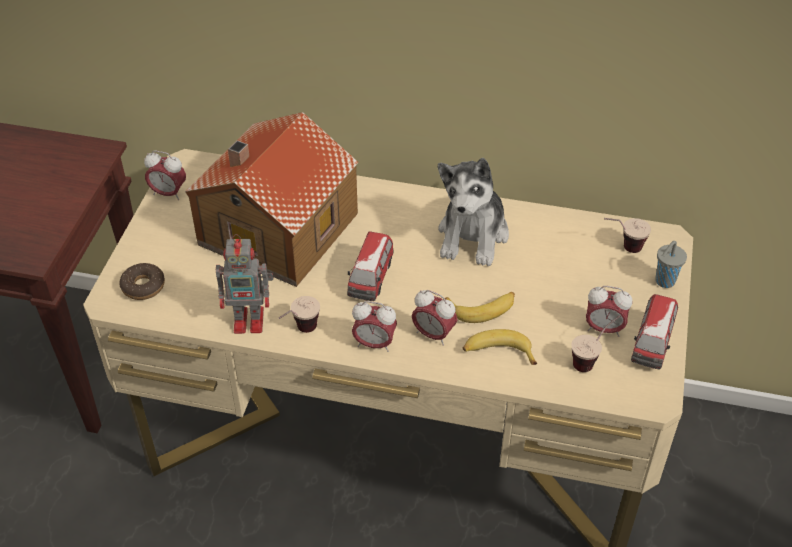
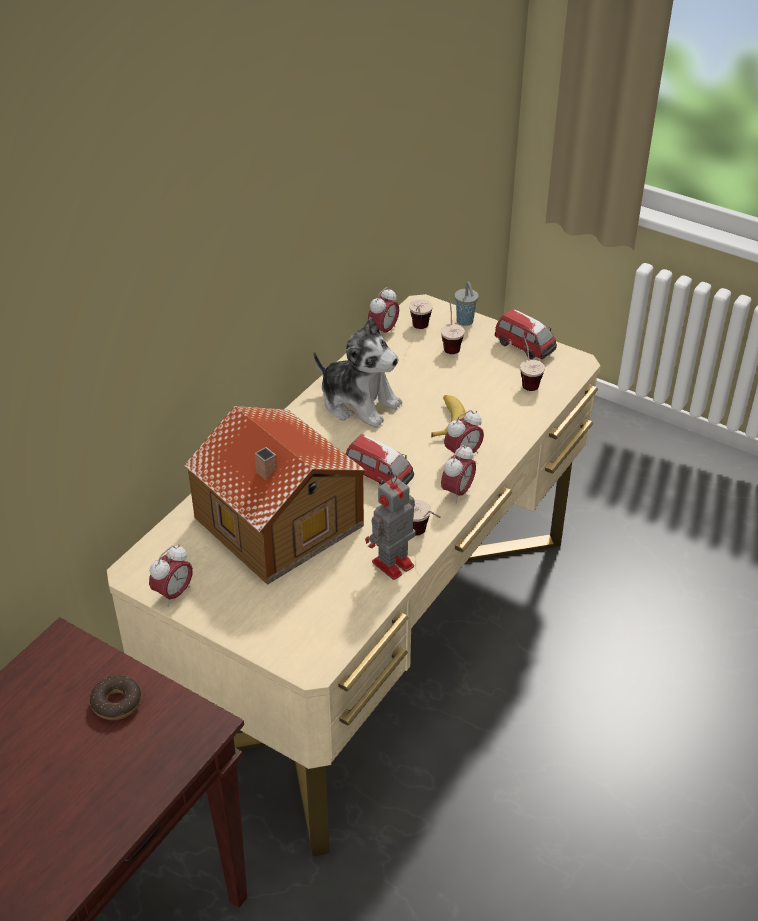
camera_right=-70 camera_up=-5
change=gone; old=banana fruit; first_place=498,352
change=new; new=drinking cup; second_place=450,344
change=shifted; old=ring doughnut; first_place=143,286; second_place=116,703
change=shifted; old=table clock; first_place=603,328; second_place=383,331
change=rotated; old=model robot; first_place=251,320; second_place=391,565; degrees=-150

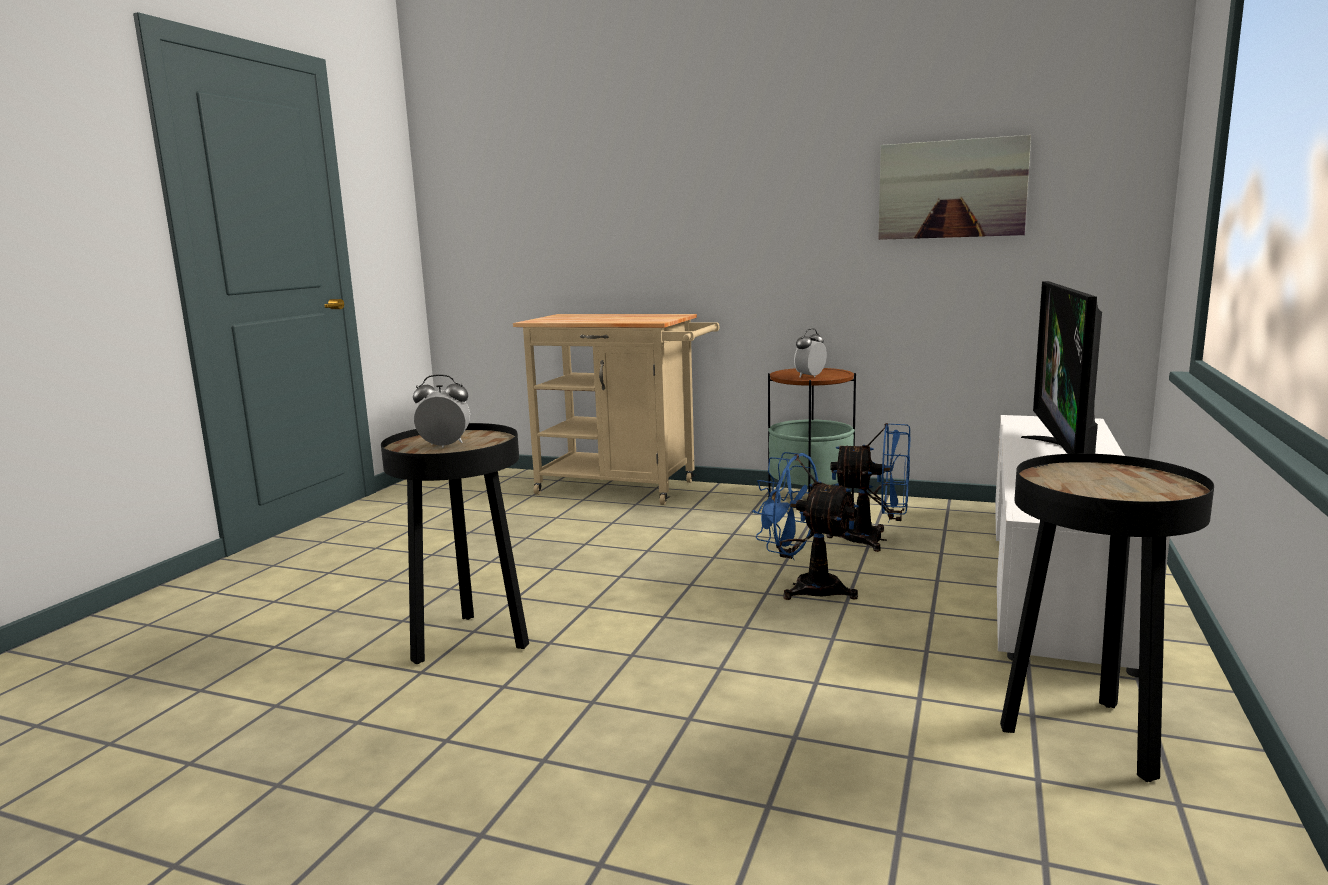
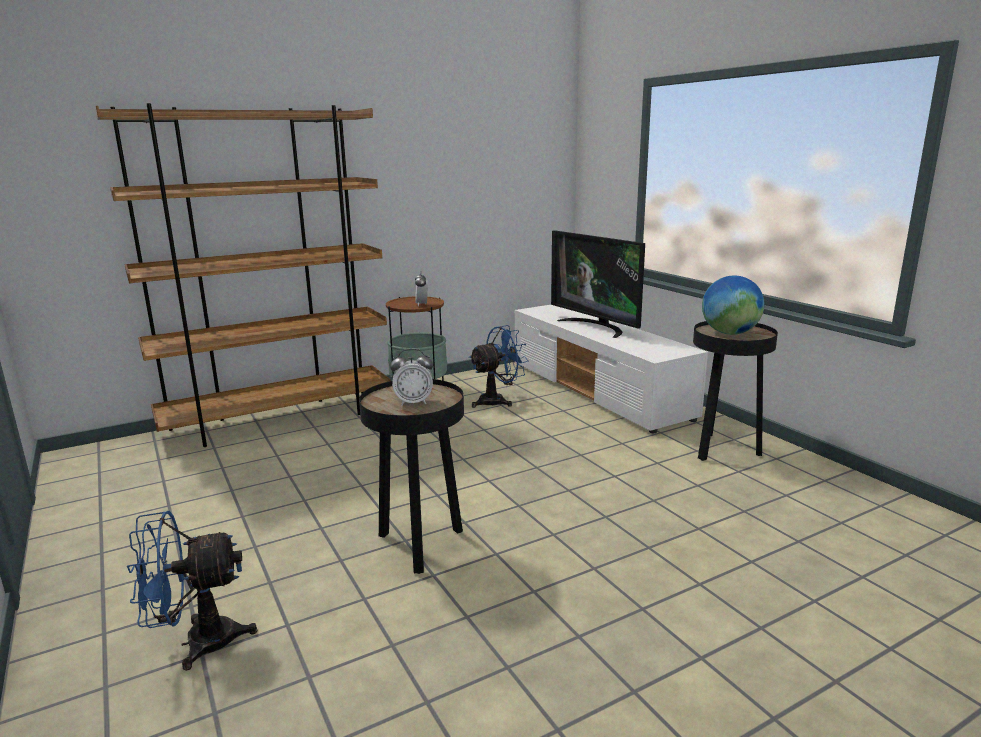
camera_right=-50 camera_up=5
change=gone; old=picture; first_place=951,189
change=new; new=globe; second_place=730,333
change=shifted; old=electric fan (blue); first_place=805,587; second_place=197,642
change=swapped; old=cart (beige); new=bookcase (brown); first_place=625,488; second_place=279,419
change=rotated; old=table clock; first_place=445,445; second_place=413,402; degrees=-135

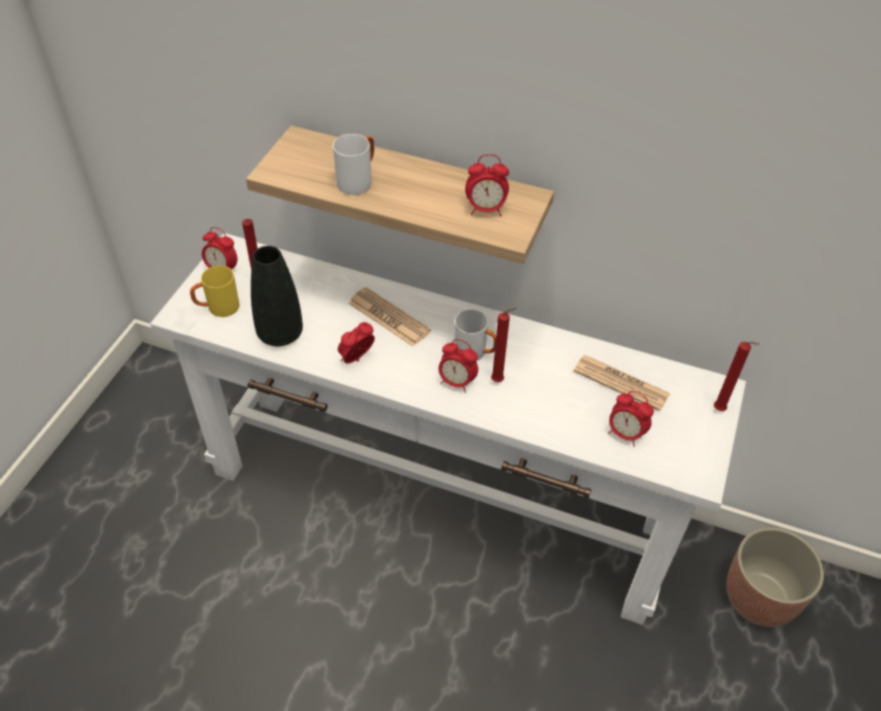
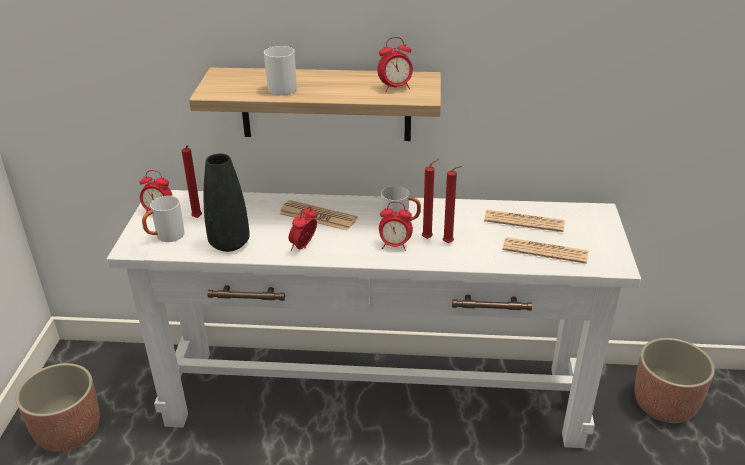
camera_right=-15 camera_up=-15
change=new; new=plant pot; second_place=69,431
change=shifted; old=candle (reddish); first_place=720,410; second_place=449,243
change=swapped; old=table clock; new=daily paper; first_place=625,434; second_place=545,251
change=repainted; old=coffee mug (yellow-coloured); new=coffee mug (white); first_place=217,308; second_place=165,237

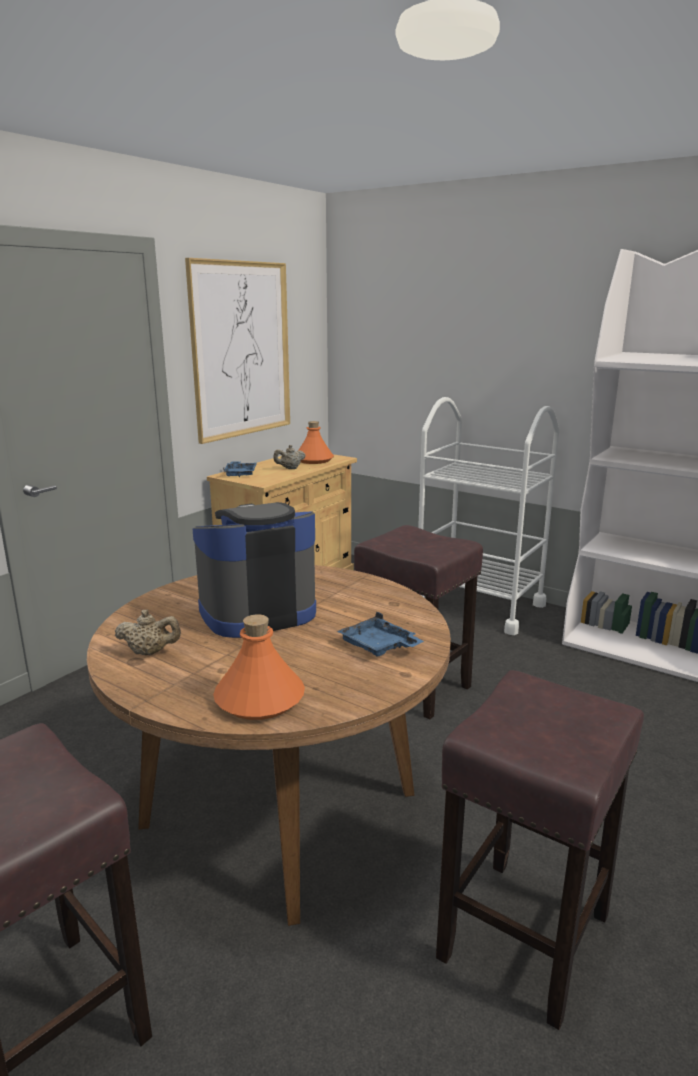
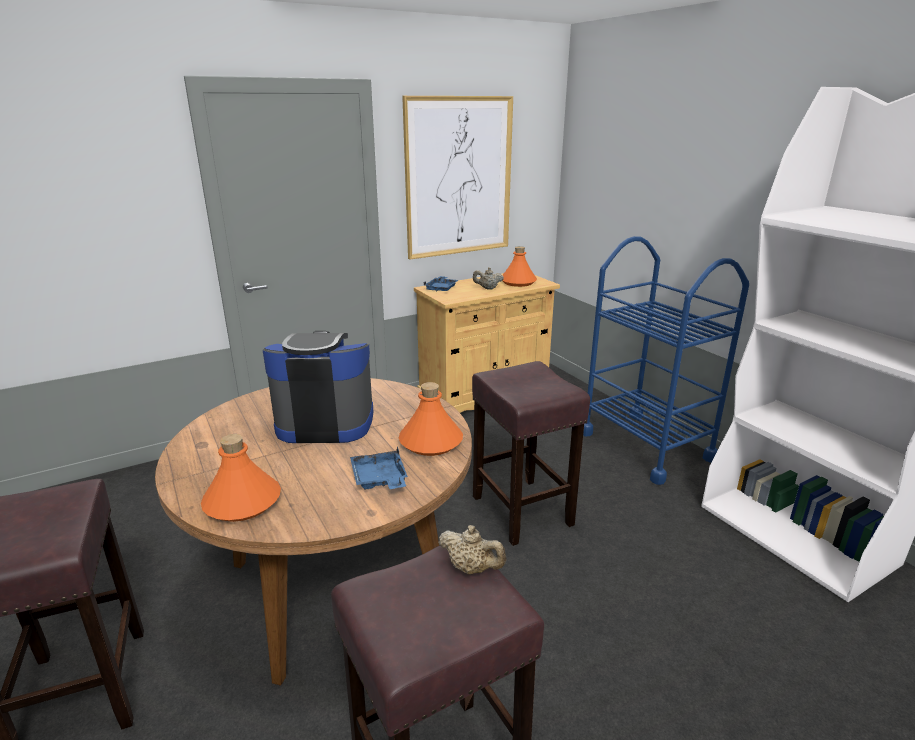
camera_right=25 camera_up=5
change=new; new=beverage bottle (orange); second_place=431,442
change=shifted; old=tea pot (beige); first_place=150,652; second_place=472,568
change=repainted; old=cart (white); new=cart (blue); first_place=478,605; second_place=645,446

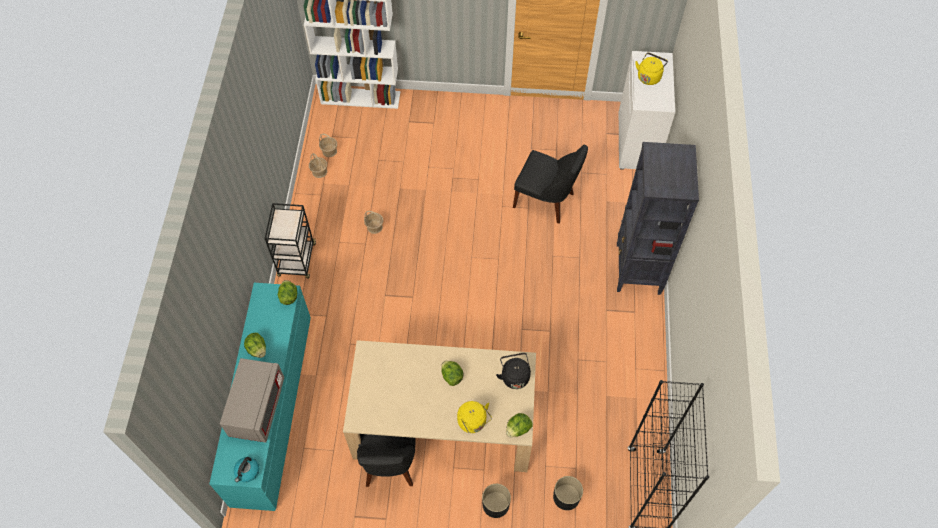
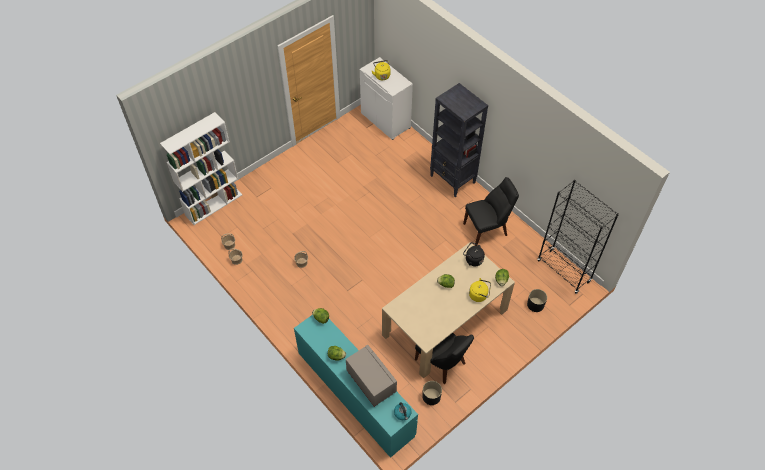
camera_right=-45 camera_up=-5
change=gone; old=cart (black-coloured); first_place=297,260
change=shifted; old=plant pot (black-coloured); first_place=496,504; second_place=431,396
change=shifted; old=chair (black-coloured); first_place=546,201; second_place=487,229

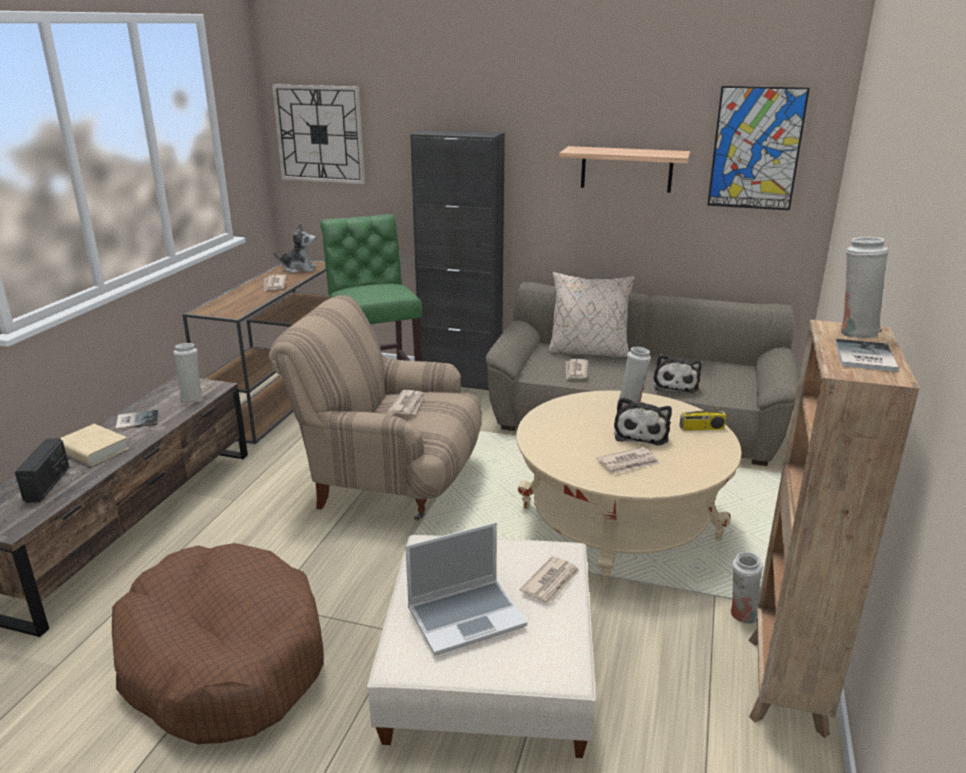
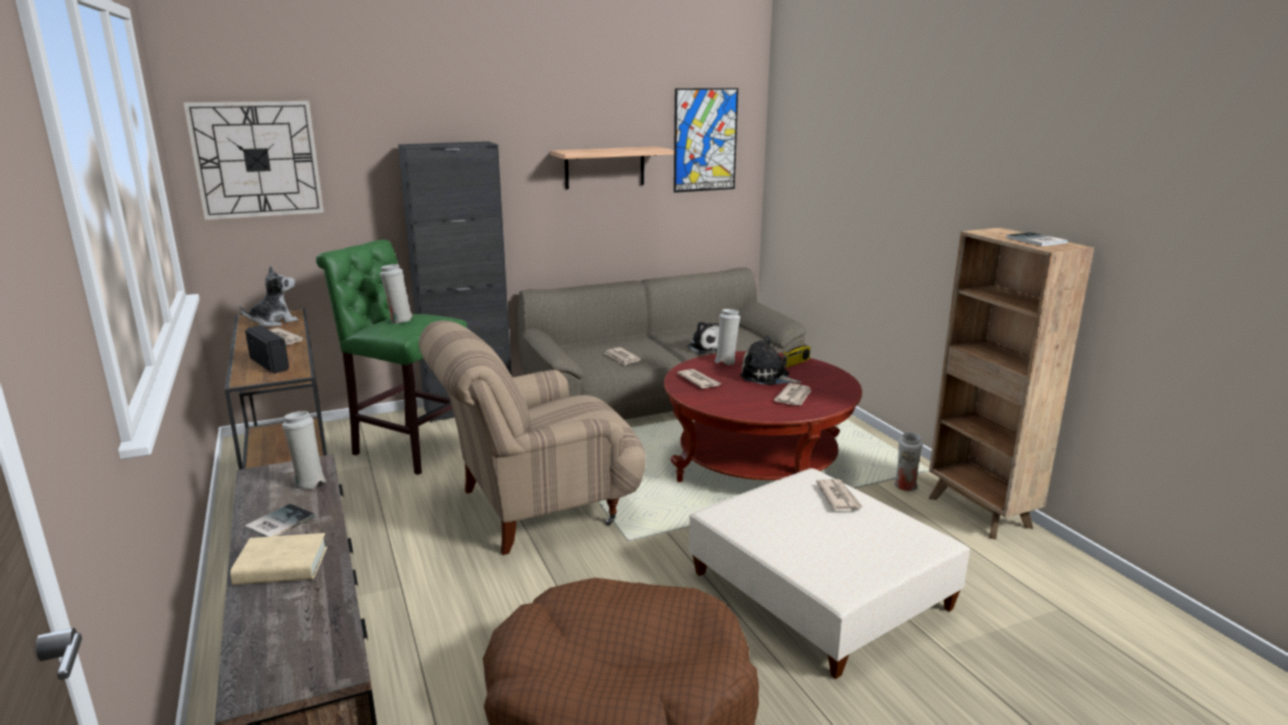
camera_right=-40 camera_up=-5
change=gone; old=notebook computer; first_place=467,616
change=gone; old=cushion (beige); first_place=588,351
change=shifted; old=radio; first_place=48,484; second_place=270,364
change=shifted; old=daily paper; first_place=408,404; second_place=699,381
change=shifted; old=flower vase (white); first_place=855,332; second_place=399,320
change=repainted; old=low table (beige); new=low table (reddish); first_place=619,524; second_place=757,465
change=rotated; old=soft toy; first_place=641,433; second_place=767,377; degrees=150

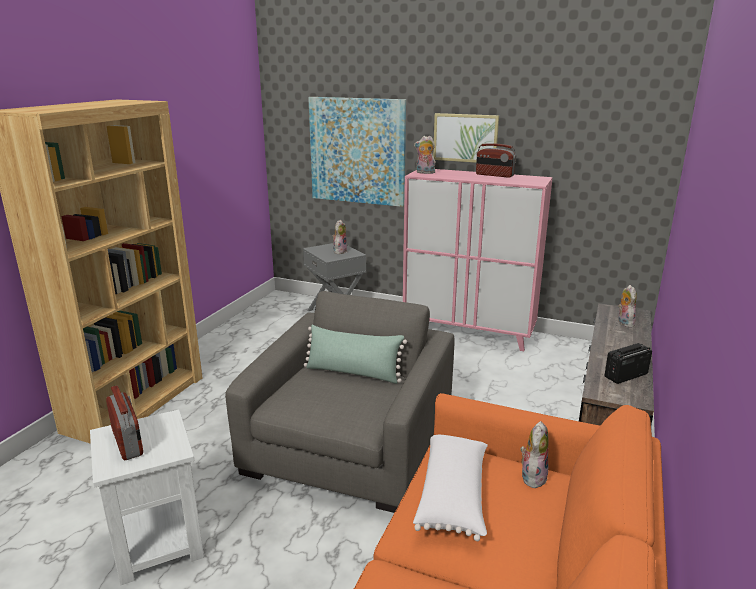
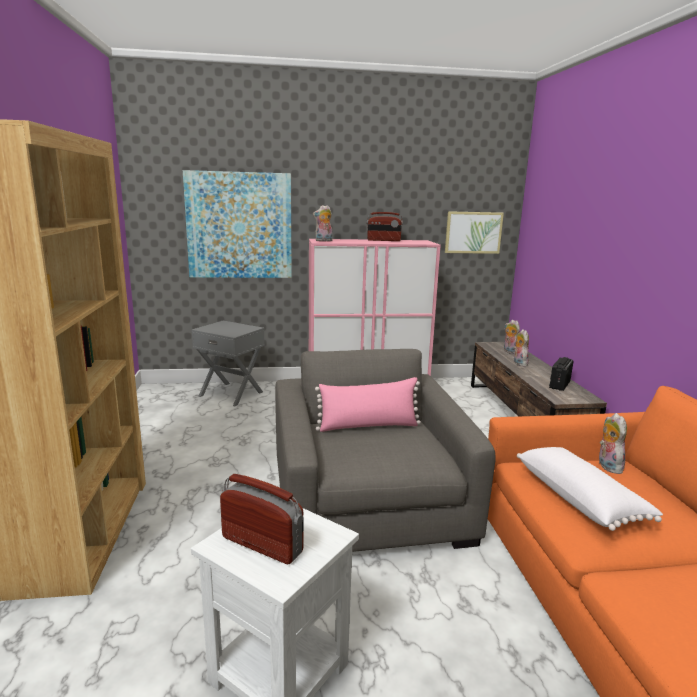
camera_right=-30 camera_up=-5
change=shifted; old=soft toy; first_place=339,251; second_place=518,363
change=shifted; old=picture; first_place=465,138; second_place=473,232
change=repainted; old=cushion (green); new=cushion (pink); first_place=353,373; second_place=368,426

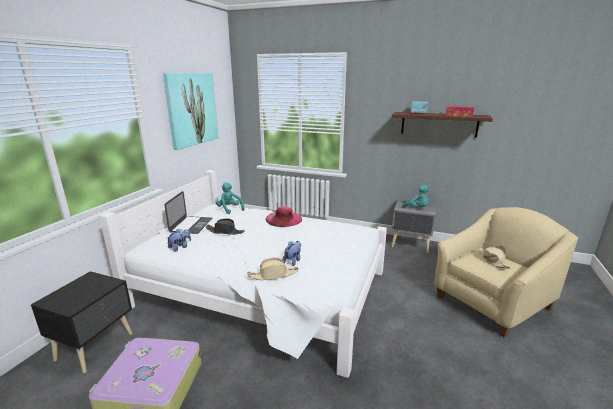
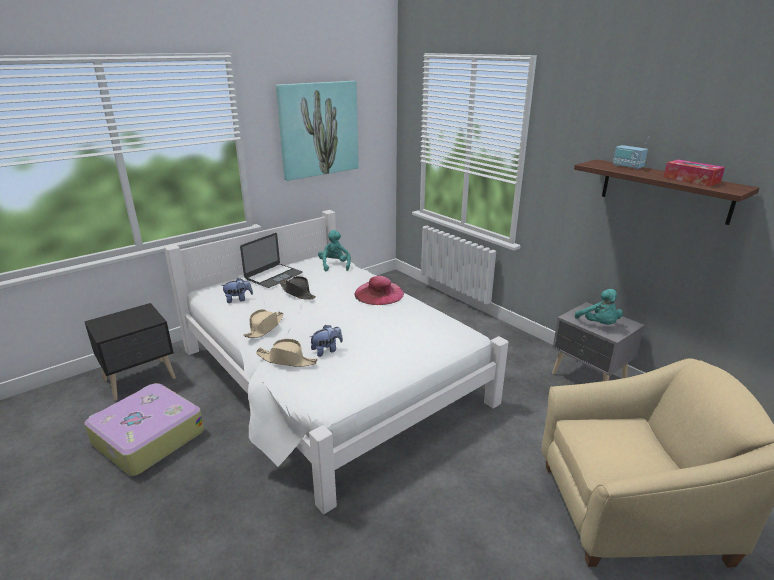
camera_right=30 camera_up=5
change=shifted; old=hat (beige); first_place=492,260; second_place=265,328

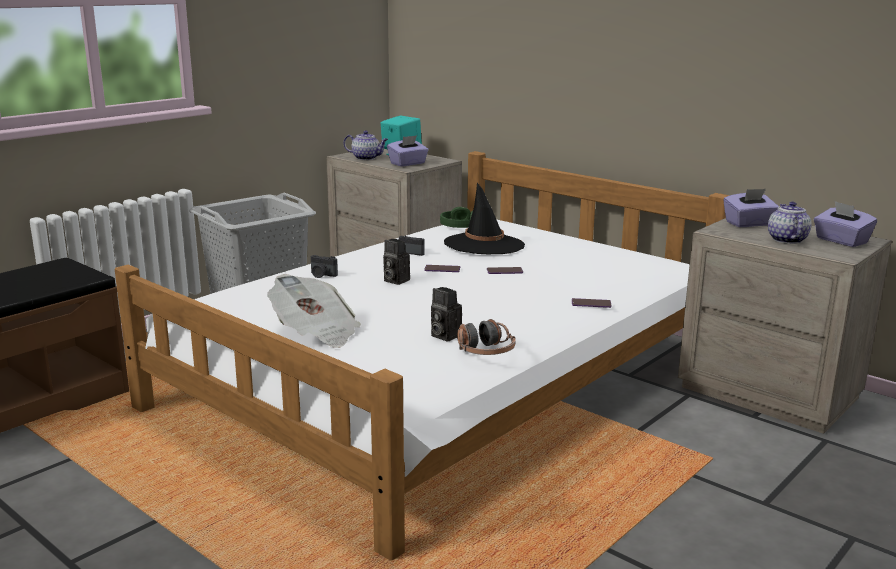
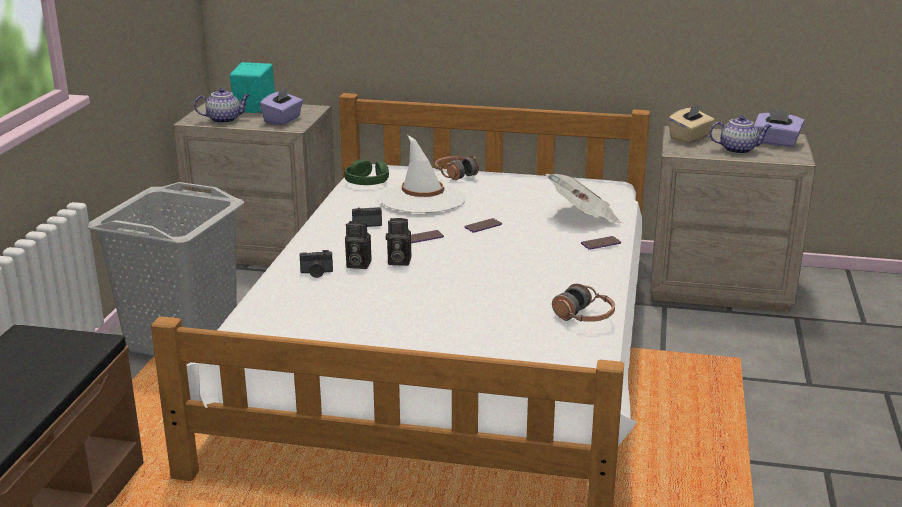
camera_right=-30 camera_up=5
change=new; new=headphones; second_place=456,174
change=shifted; old=daily paper; first_place=316,333; second_place=583,217
change=shifted; old=still camera; first_place=443,335; second_place=357,264
change=repainted; old=hat (black-coloured); new=hat (white); first_place=484,245; second_place=422,199
change=repainted; old=box of tissues (purple); new=box of tissues (beige); first_place=749,224; second_place=690,138
change=rotated; old=tea pot; first_place=786,240; second_place=738,150; degrees=120

